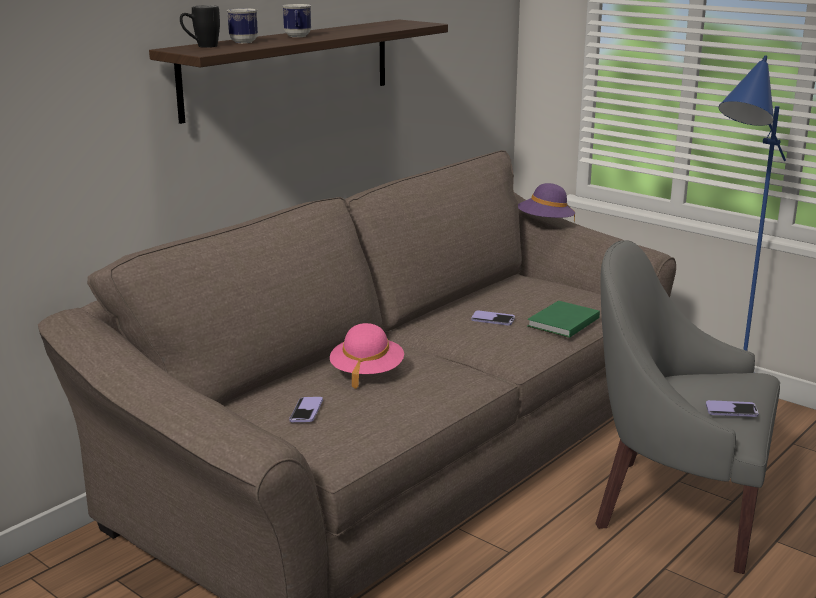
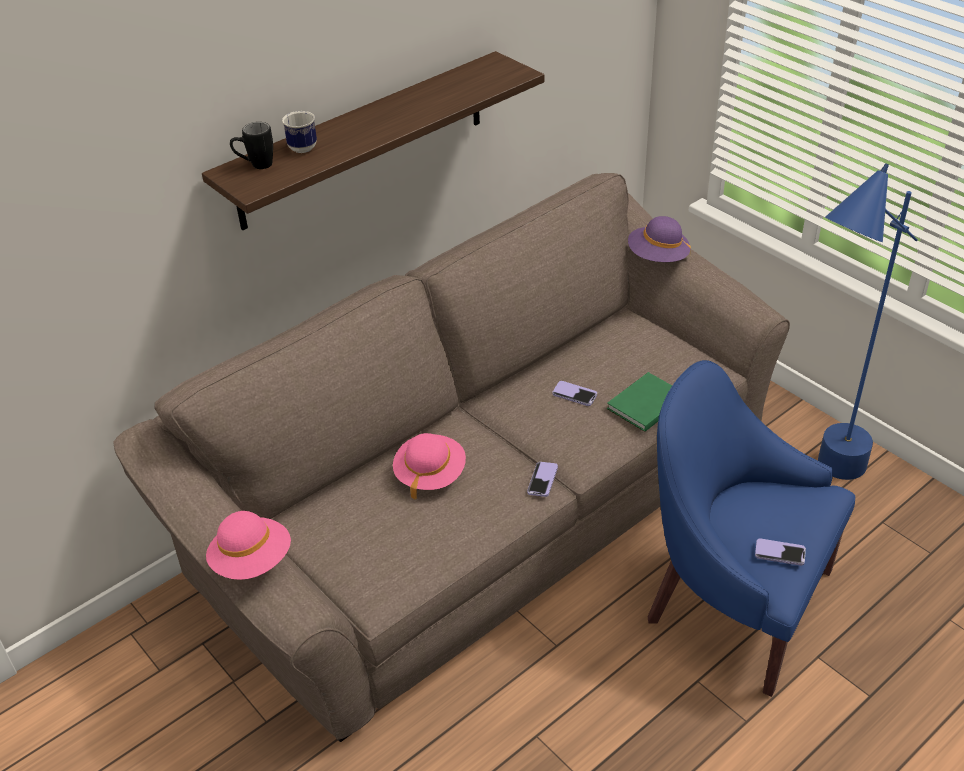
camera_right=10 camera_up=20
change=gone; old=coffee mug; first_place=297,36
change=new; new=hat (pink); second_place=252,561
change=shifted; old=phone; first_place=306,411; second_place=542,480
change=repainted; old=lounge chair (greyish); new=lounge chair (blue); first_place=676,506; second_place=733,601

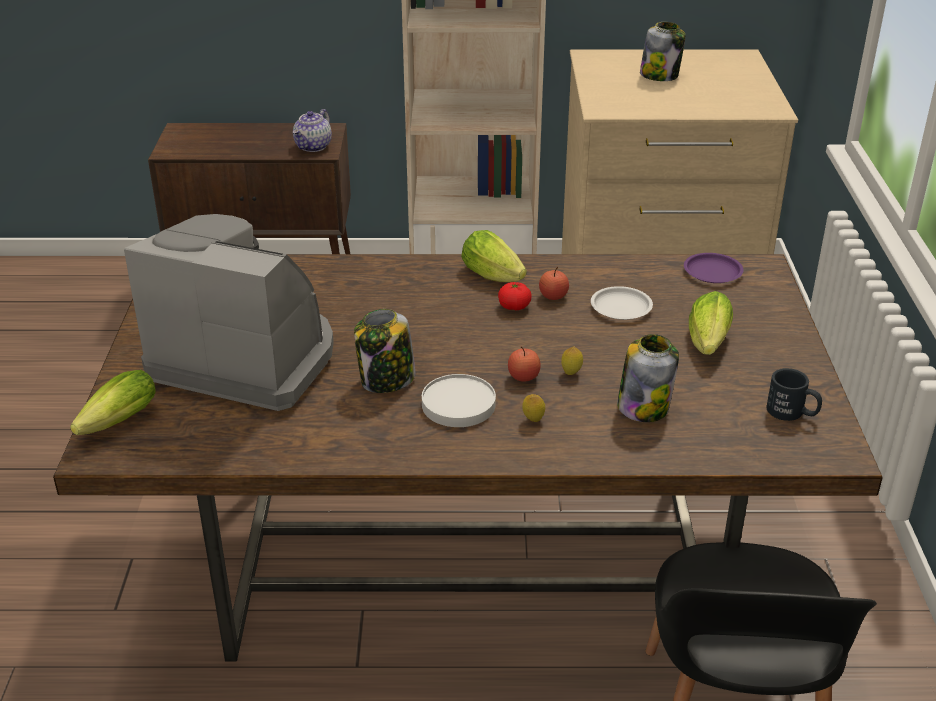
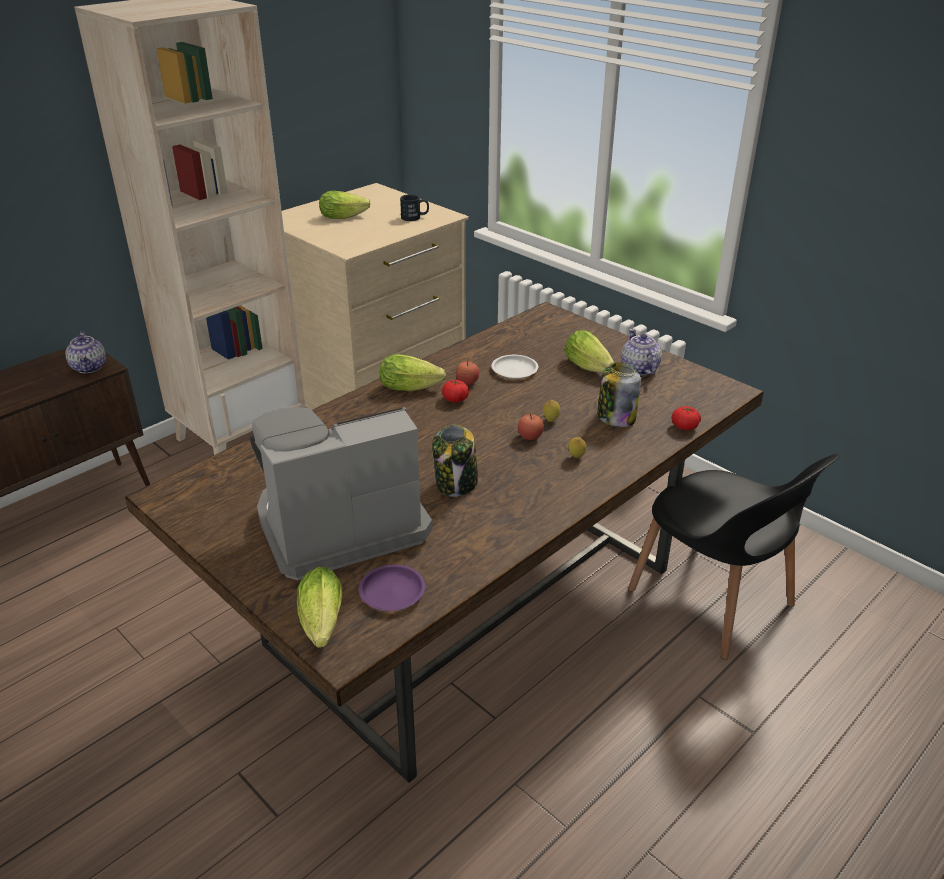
camera_right=-45 camera_up=0
change=gone; old=dinner plate (white); first_place=458,404
change=new; new=tea pot; second_place=638,369
change=new; new=fresh tomato; second_place=684,426
change=shifted; old=dinner plate (purple); first_place=713,272; second_place=392,591
change=shifted; old=coffee mug (black-coloured); first_place=792,413; second_place=415,217
change=swapped; old=storage jar; new=lettuce head; first_place=660,75; second_place=346,216

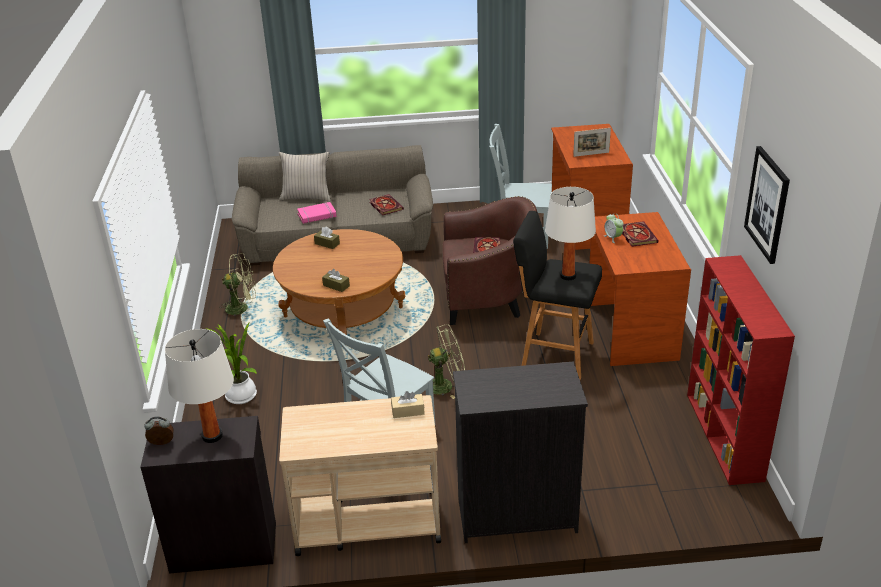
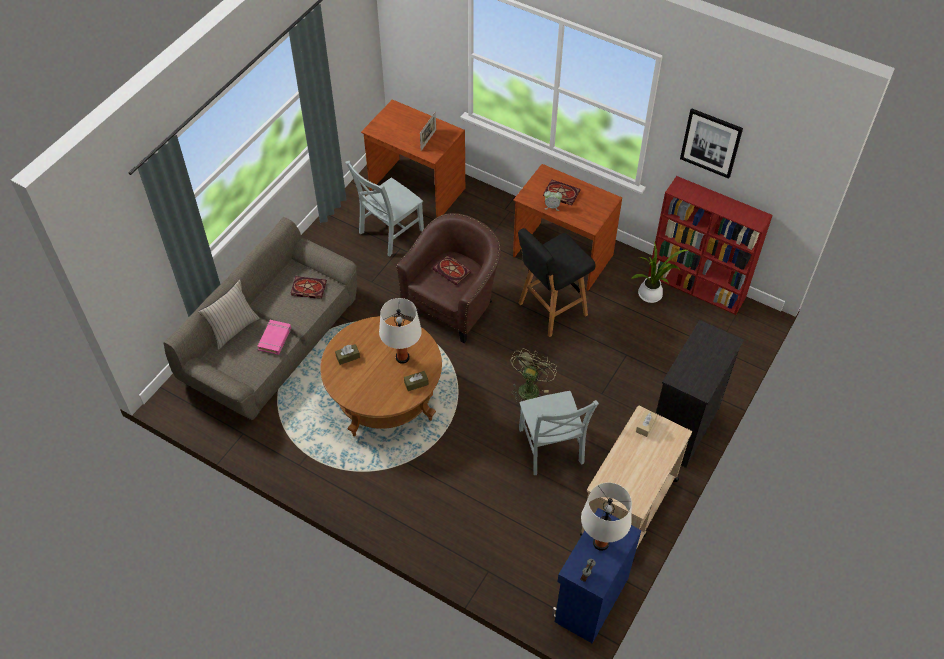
camera_right=-55 camera_up=20
change=gone; old=electric fan (green); first_place=242,308
change=shifted; old=plant in a pot; first_place=241,397; second_place=652,295
change=shifted; old=tabletop lamp (white); first_place=568,276; second_place=402,358
change=repainted; old=cabinet (black-coloured); new=cabinet (blue); first_place=223,546; second_place=590,600

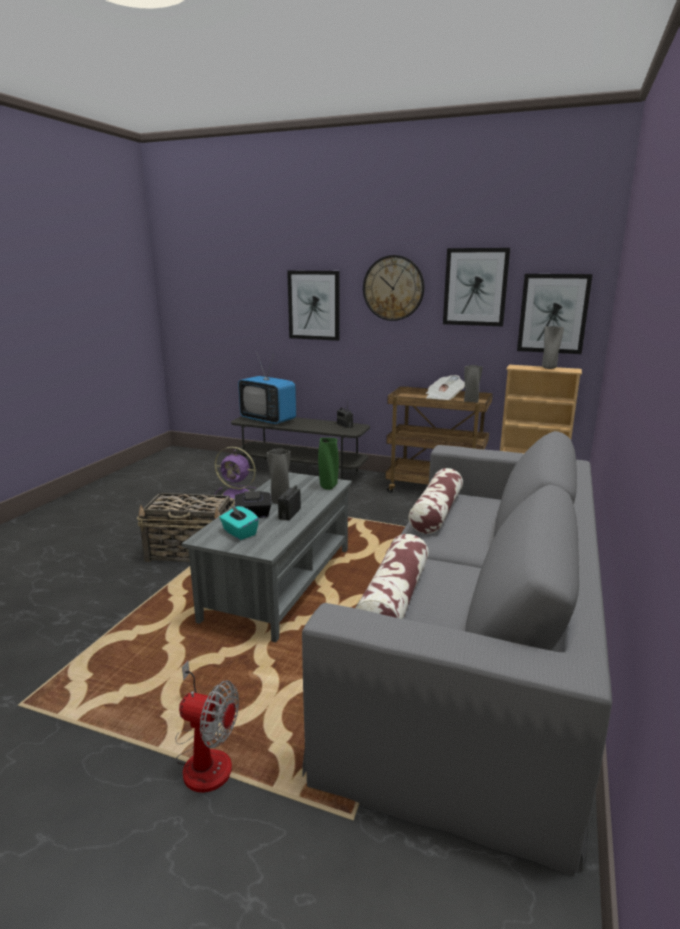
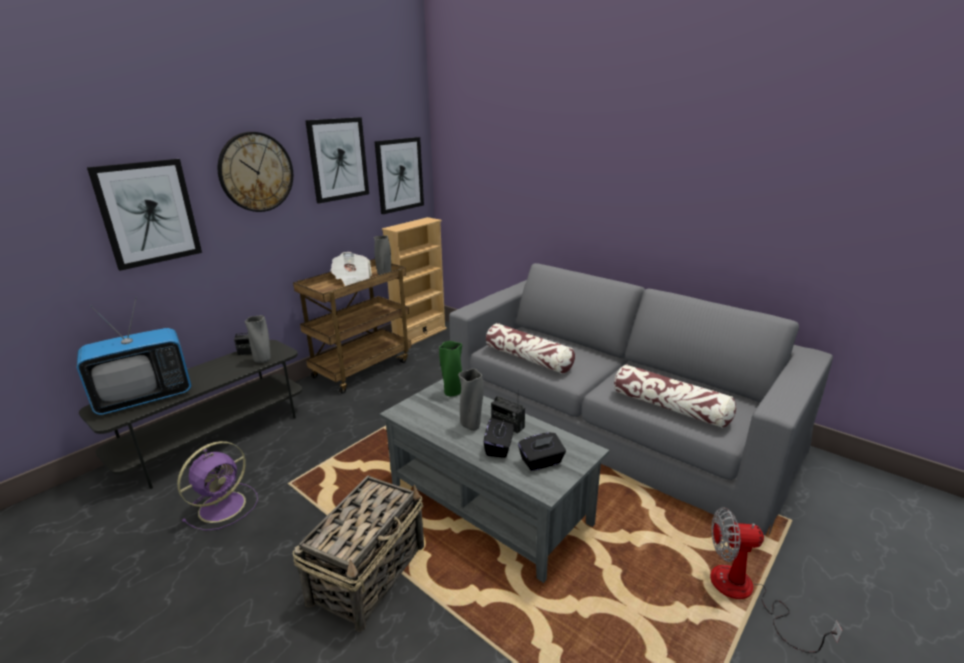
camera_right=-70 camera_up=5
change=shifted; old=flower vase (greyish); first_place=549,368; second_place=263,360
change=repainted; old=box of tissues (turquoise-coloured); new=box of tissues (black-coloured); first_place=239,533; second_place=541,462
change=rotated; old=electric fan; first_place=204,757; second_place=745,594; degrees=-120

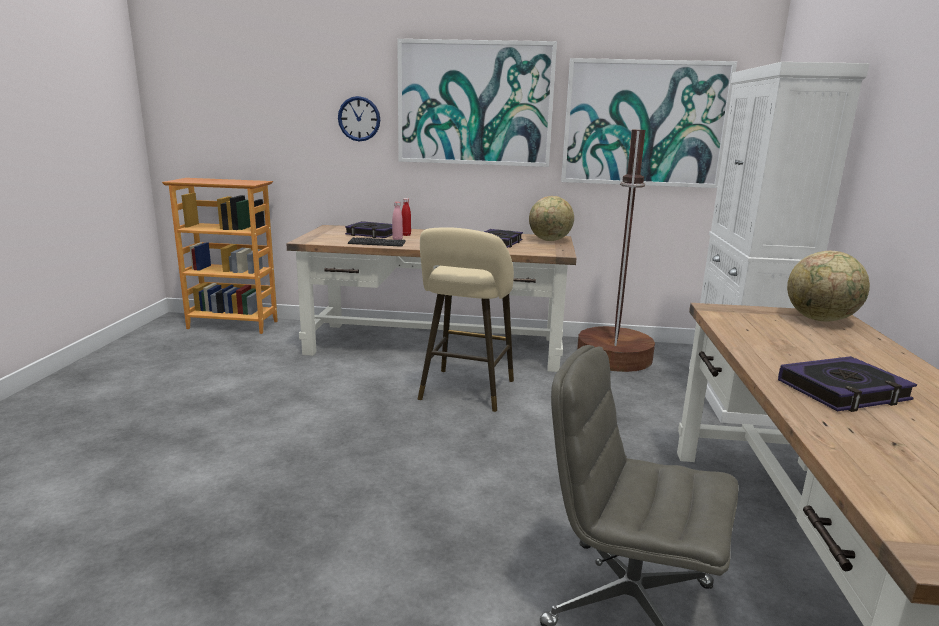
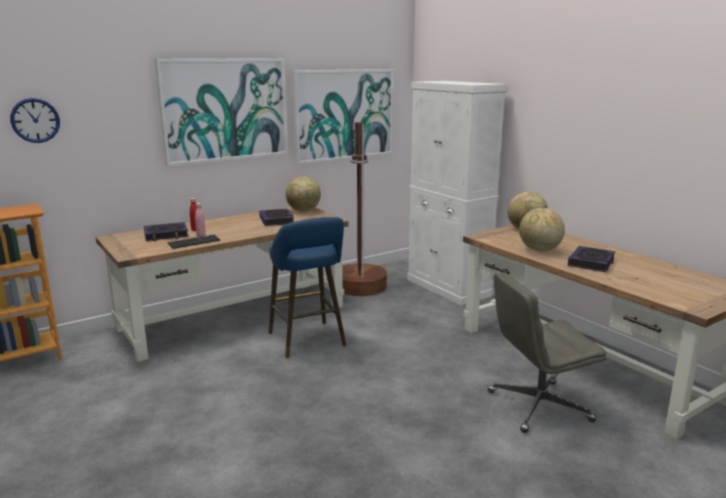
camera_right=-40 camera_up=0
change=new; new=globe; second_place=539,250
change=shifted; old=hanging clock; first_place=359,119; second_place=35,120
change=repainted; old=stool (beige); new=stool (blue); first_place=465,392; second_place=308,341

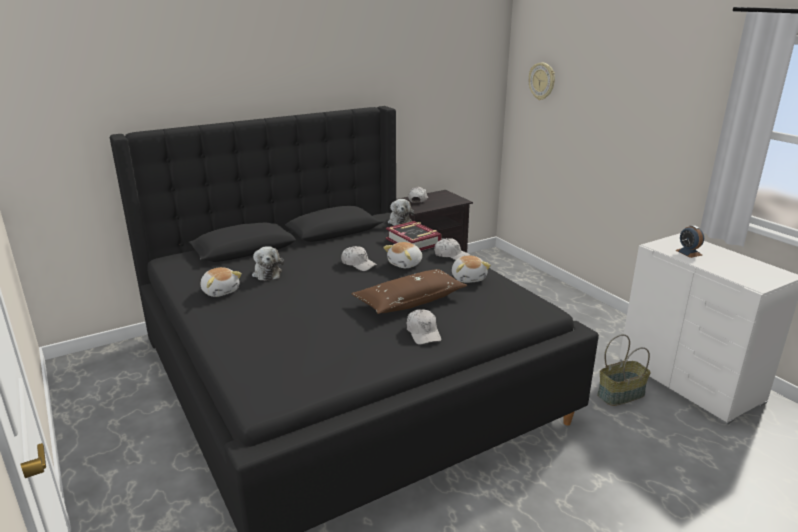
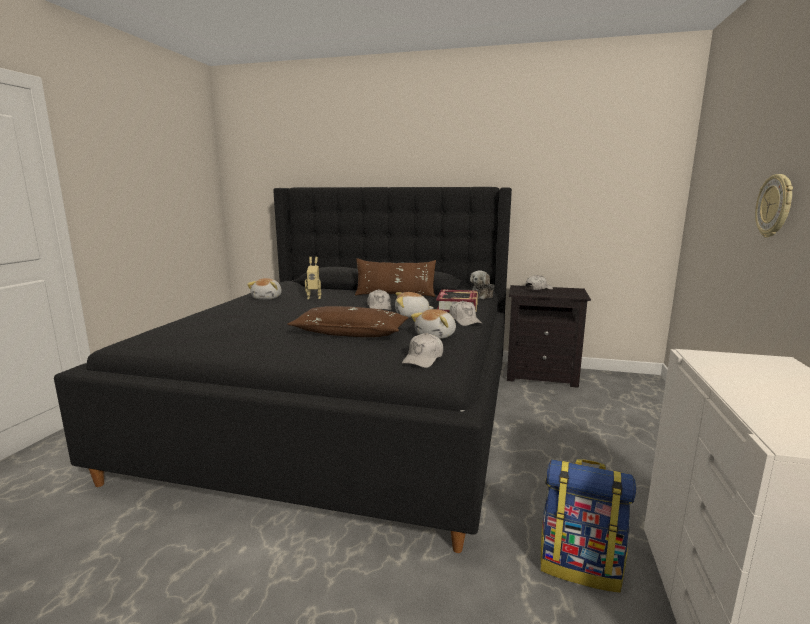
camera_right=45 camera_up=-10
change=gone; old=table clock; first_place=688,252
change=new; new=cushion (brown); second_place=395,295
change=shifted; old=cap (white); first_place=423,333; second_place=423,359
change=shifted; old=hanging clock; first_place=542,81; second_place=775,206
change=swapped; old=soft toy; new=model robot; first_place=267,273; second_place=314,297
change=swapped; old=basket; new=backpack; first_place=620,394; second_place=580,566

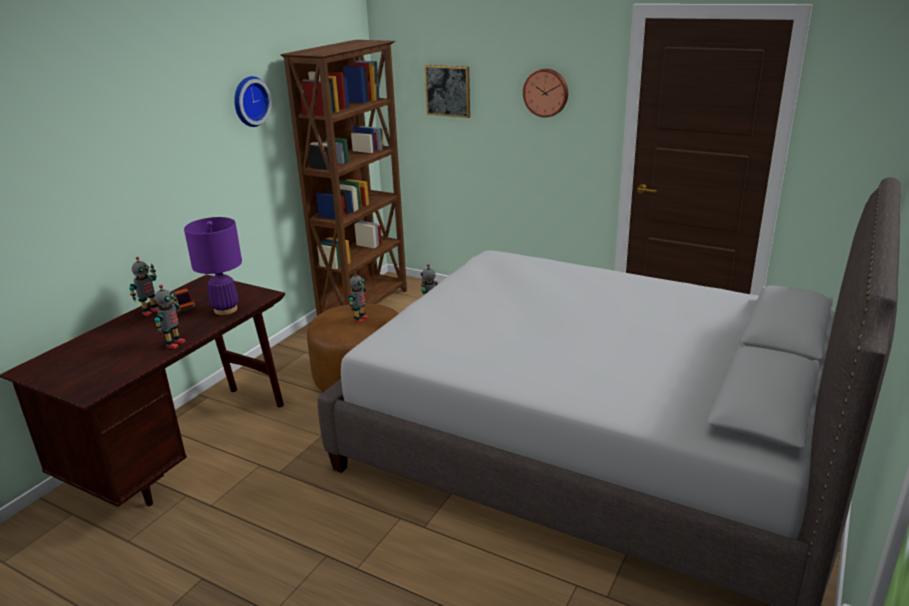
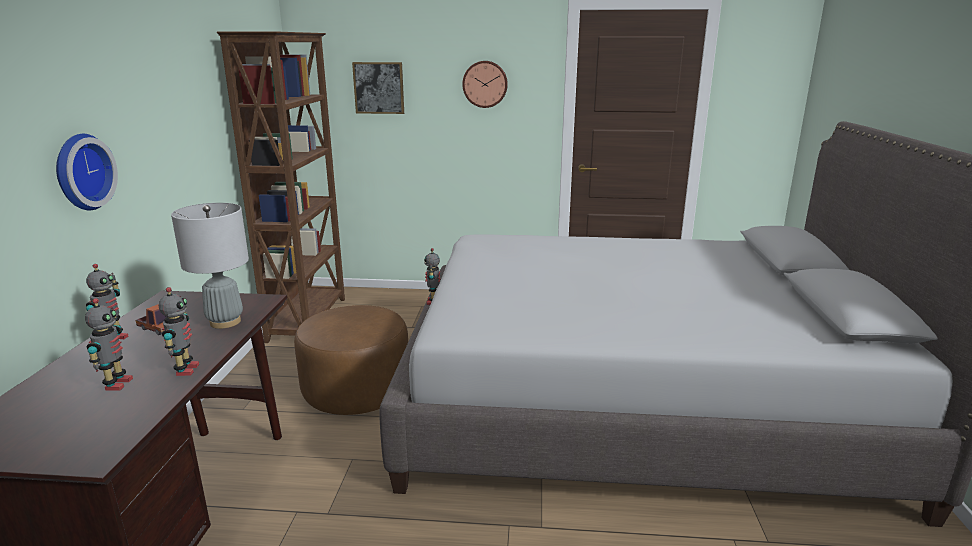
camera_right=-25 camera_up=-5
change=shifted; old=hanging clock; first_place=249,101; second_place=80,172
change=shifted; old=model robot; first_place=360,319; second_place=117,384
change=repainted; old=tabletop lamp (purple); new=tabletop lamp (greyish); first_place=225,309; second_place=225,322

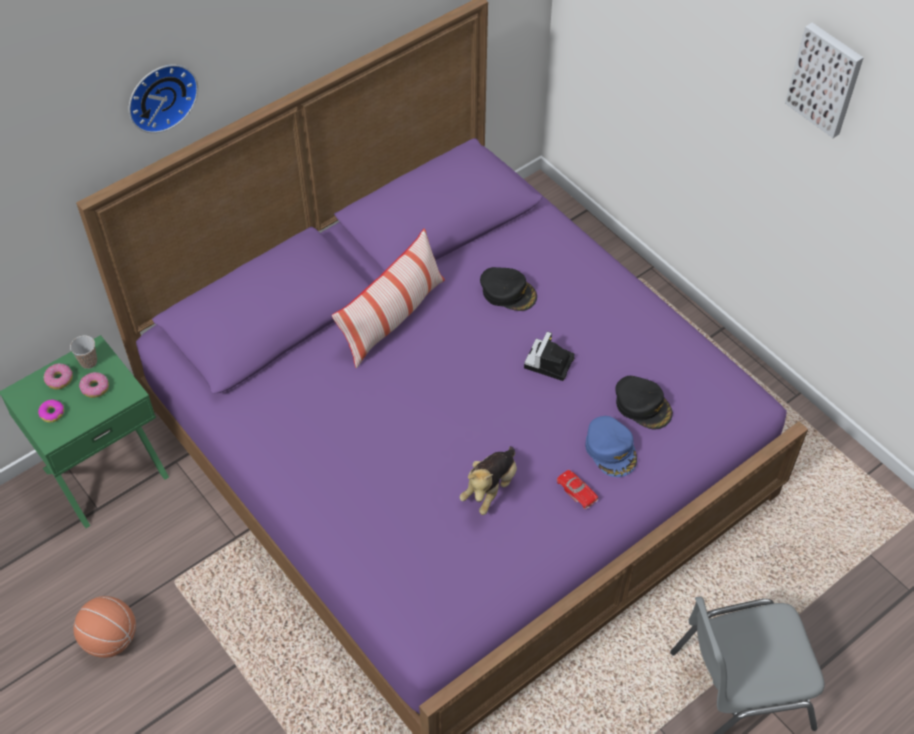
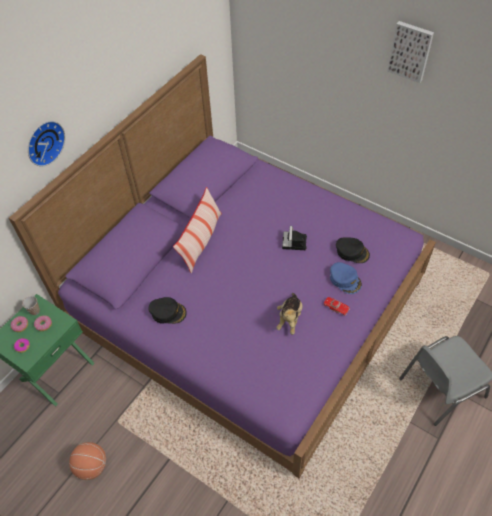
camera_right=-15 camera_up=0
change=shifted; old=cap (black-coloured); first_place=508,292; second_place=168,312

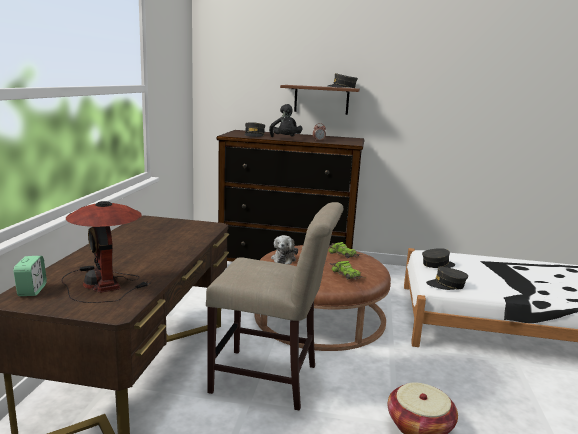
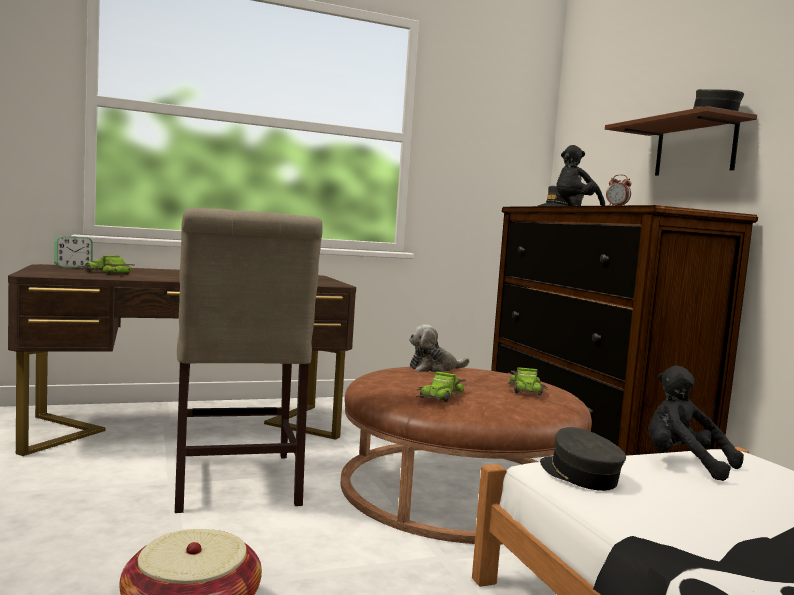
camera_right=60 camera_up=-10
change=swapped; old=tabletop lamp; new=miniature car; first_place=103,283; second_place=105,272
change=swapped; old=cap (greyish); new=soft toy (black-coloured); first_place=437,264; second_place=683,464

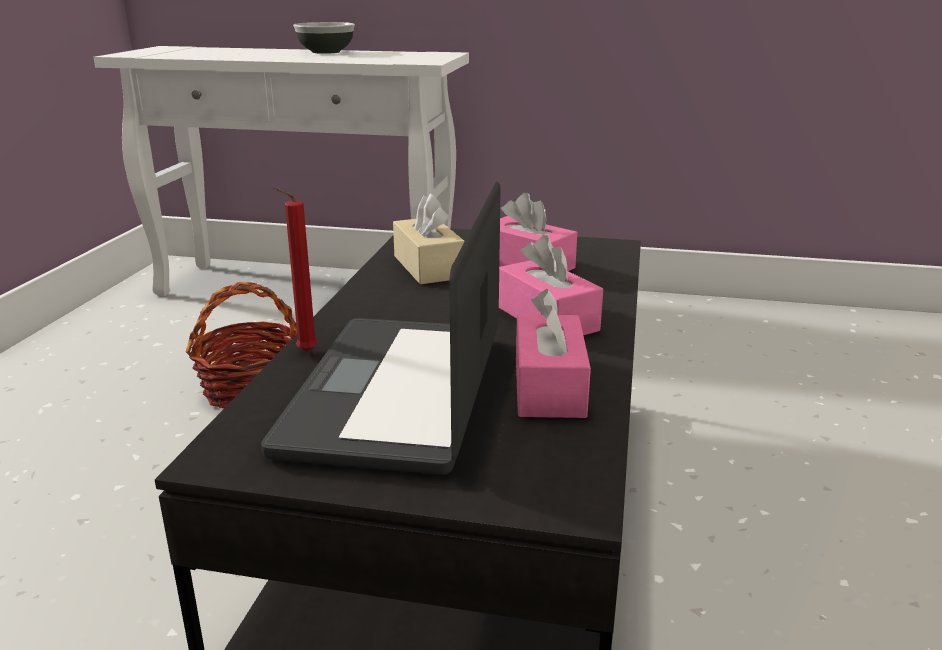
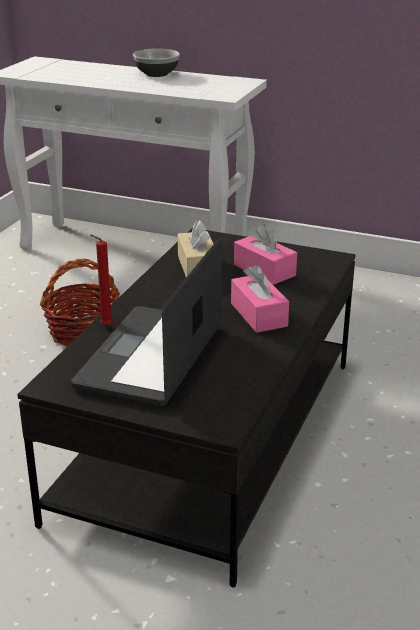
camera_right=10 camera_up=5
change=gone; old=box of tissues (pink); first_place=549,387

